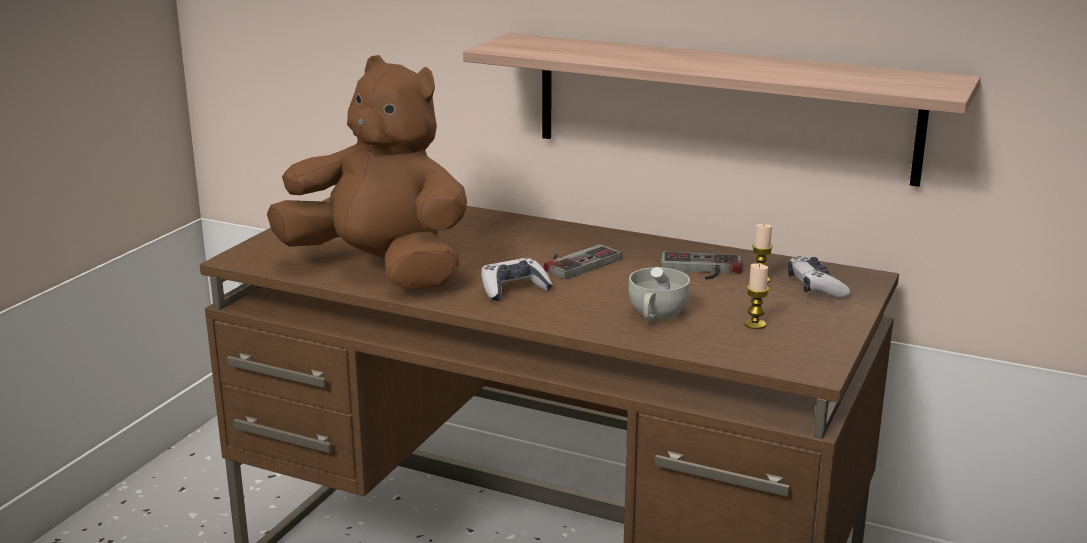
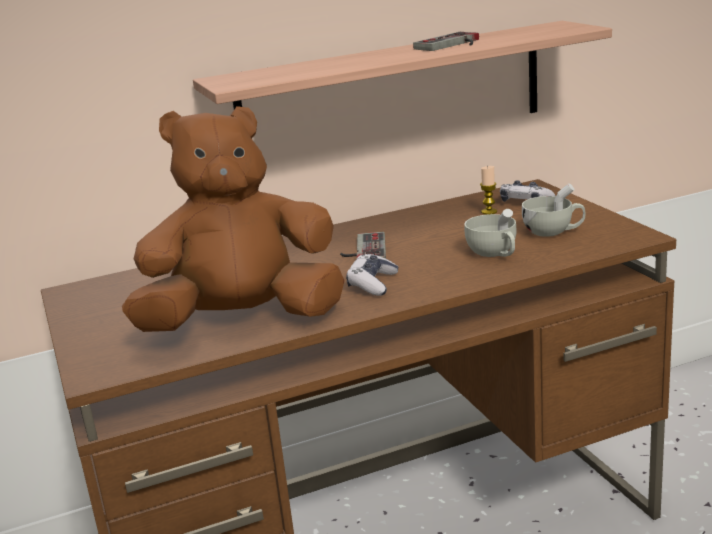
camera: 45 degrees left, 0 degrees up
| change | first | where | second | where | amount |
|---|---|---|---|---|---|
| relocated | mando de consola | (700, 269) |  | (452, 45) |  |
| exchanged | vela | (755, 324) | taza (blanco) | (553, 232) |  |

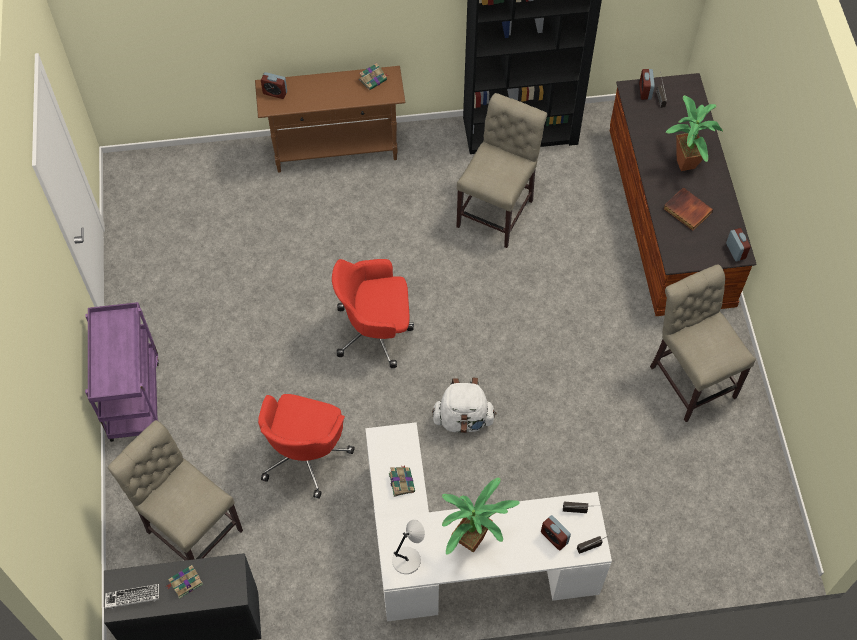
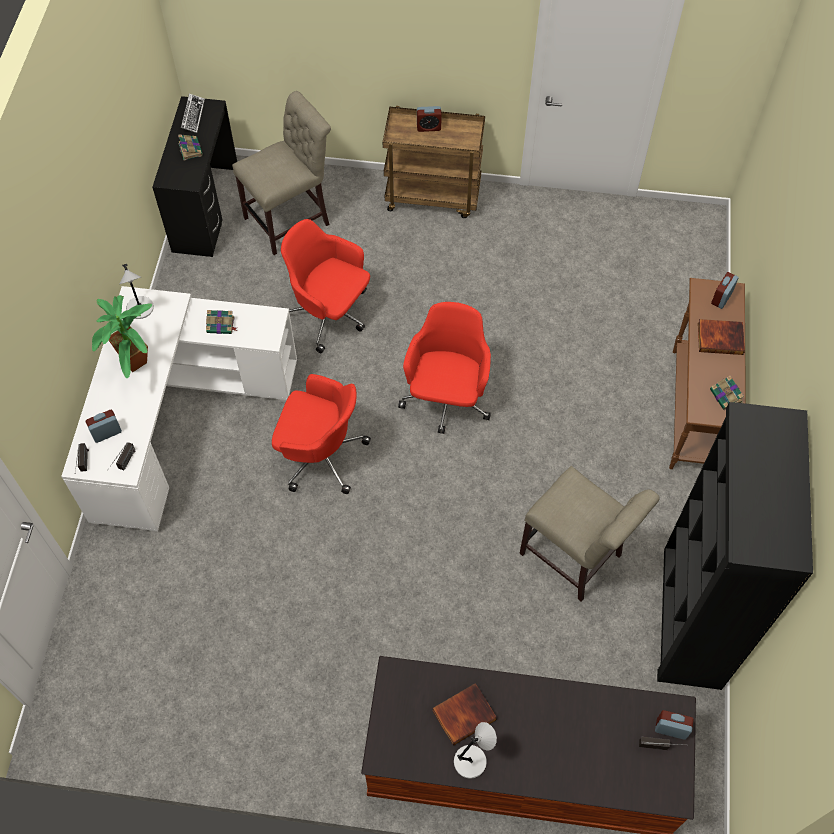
camera: 105 degrees right, 0 degrees up
| change | first | where | second | where | amount |
|---|---|---|---|---|---|
| missing | silla (beis) | (690, 377) |  |  |  |
| missing | planta en maceta | (686, 160) |  |  |  |
| appeared |  |  | lámpara de mesa (gris) | (472, 760) |  |
| appeared |  |  | libro | (720, 338) |  |
| relocated | despertador | (735, 251) |  | (428, 127) |  |
| exchanged | mochila (blanco) | (463, 419) | silla de oficina (rojo) | (320, 455) |  |
| colour | carrito (morado) | (133, 397) | carrito (marrón) | (433, 196) |  |

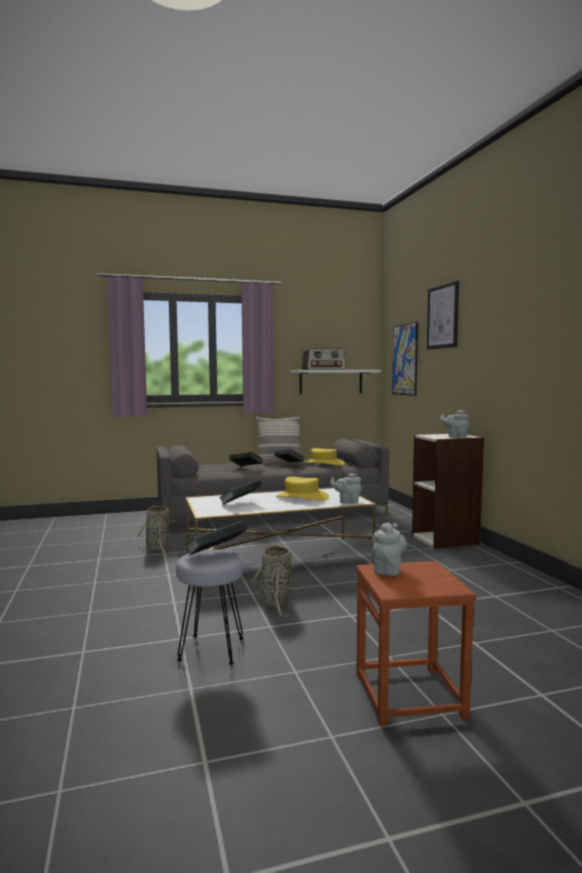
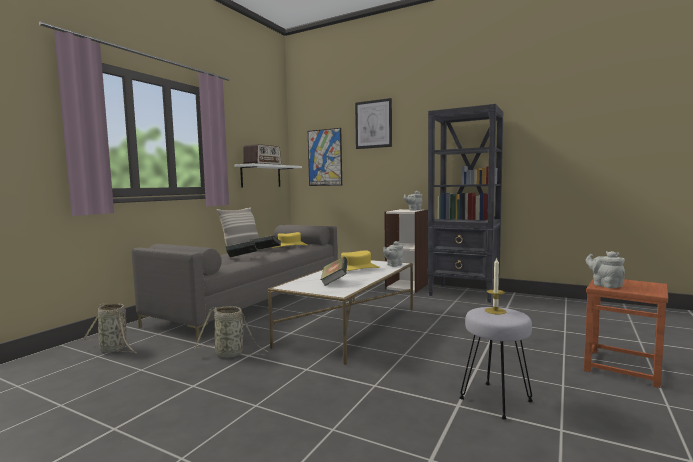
camera: 45 degrees left, 0 degrees up
| change | first | where | second | where | amount |
|---|---|---|---|---|---|
| appeared |  |  | estantería (negro) | (464, 293) |  |
| relocated | cesta | (275, 603) |  | (114, 350) |  |
| exchanged | libro | (216, 555) | vela | (495, 311) |  |

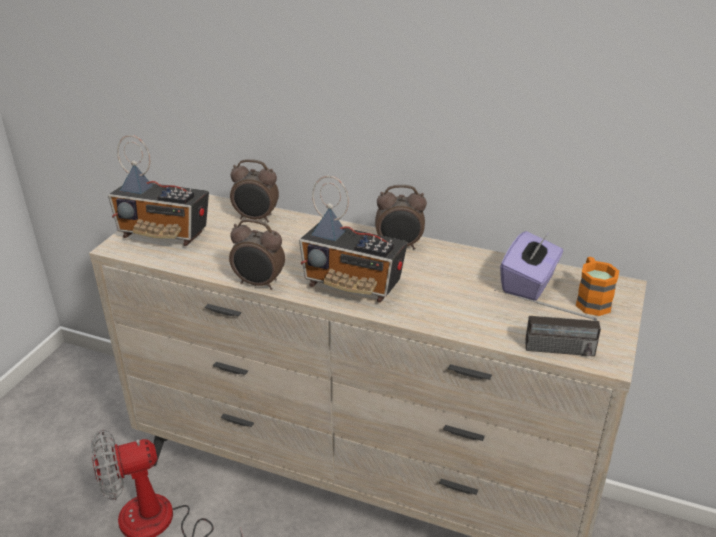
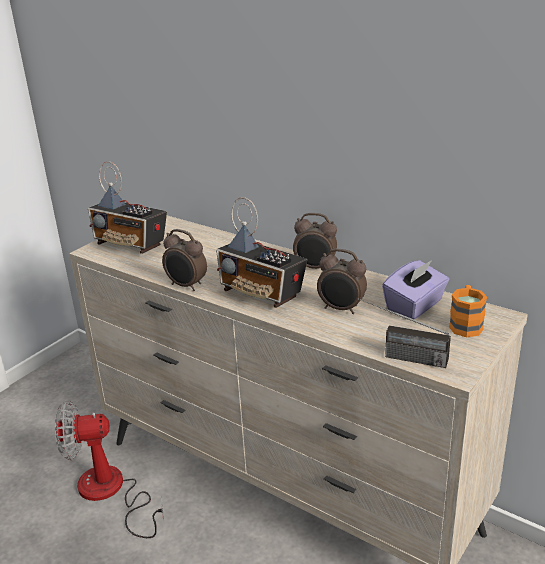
camera: 15 degrees right, 5 degrees down
| change | first | where | second | where | amount |
|---|---|---|---|---|---|
| relocated | despertador | (256, 218) |  | (341, 309) |  |

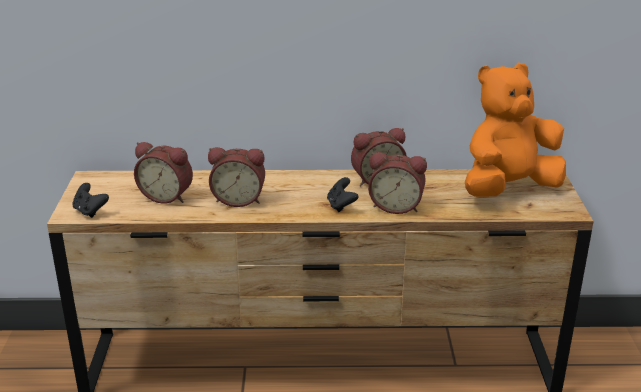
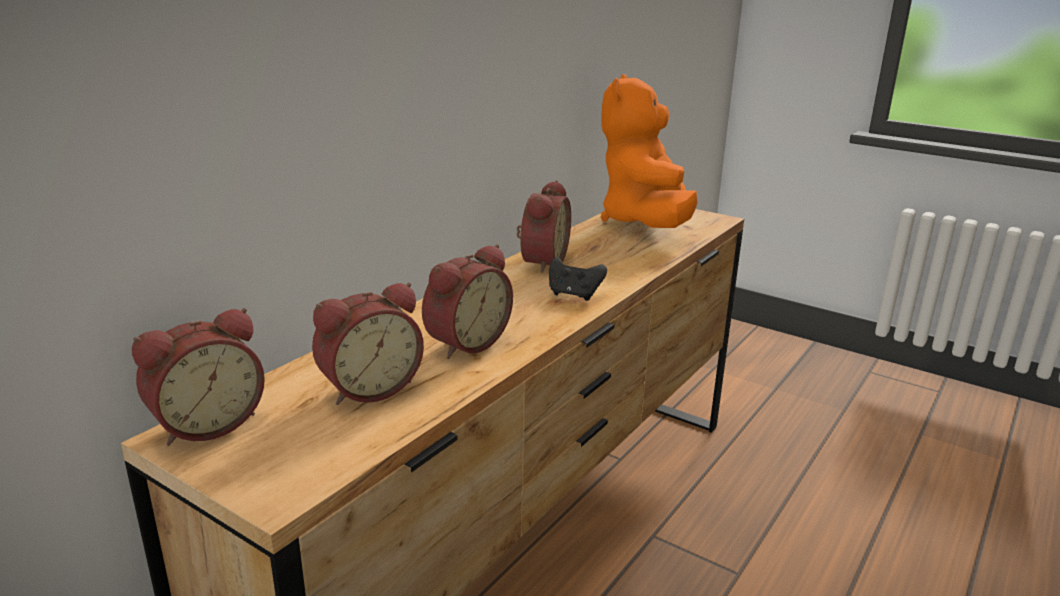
camera: 55 degrees left, 5 degrees down
| change | first | where | second | where | amount |
|---|---|---|---|---|---|
| missing | mando de consola (negro) | (90, 211) |  |  |  |
| relocated | despertador | (396, 206) |  | (207, 424) |  |

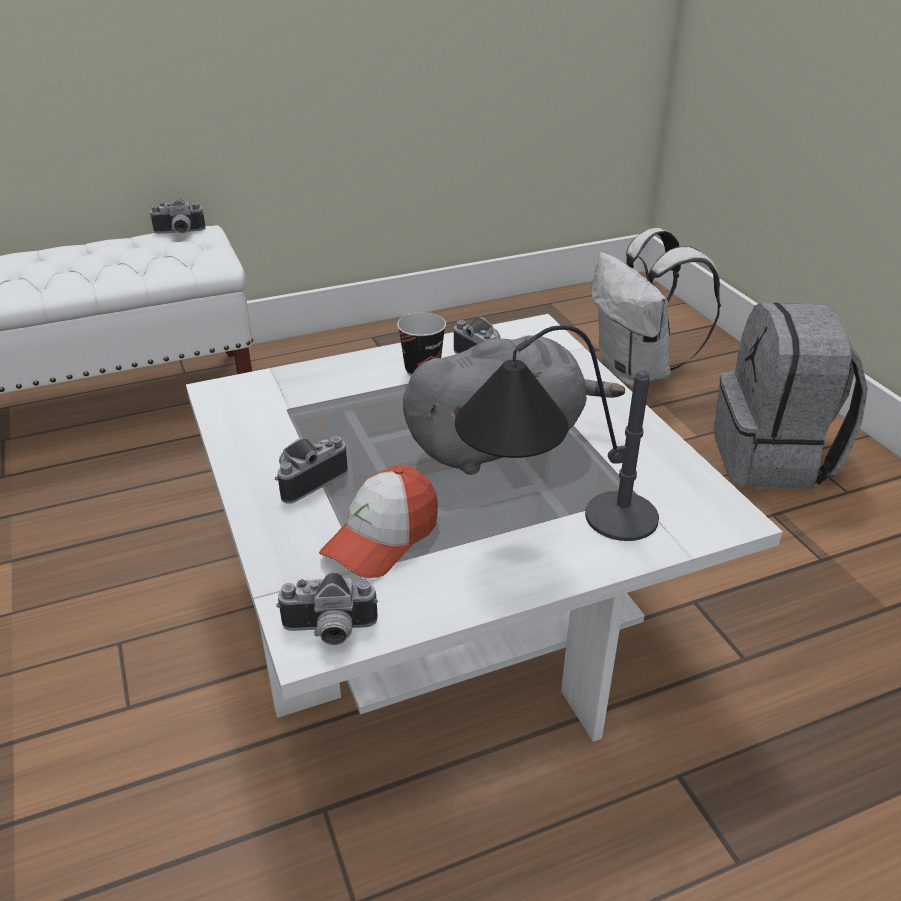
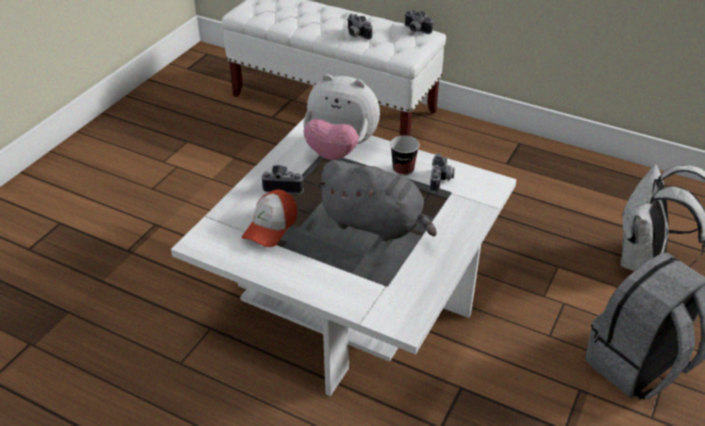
camera: 50 degrees right, 5 degrees up
| change | first | where | second | where | amount |
|---|---|---|---|---|---|
| missing | lámpara de mesa | (549, 526) |  |  |  |
| appeared |  |  | peluche | (340, 149) |  |
| relocated | cámara | (329, 631) |  | (356, 35) |  |
| spun | gorra | (382, 538) |  | (270, 227) | 60 degrees counterclockwise |

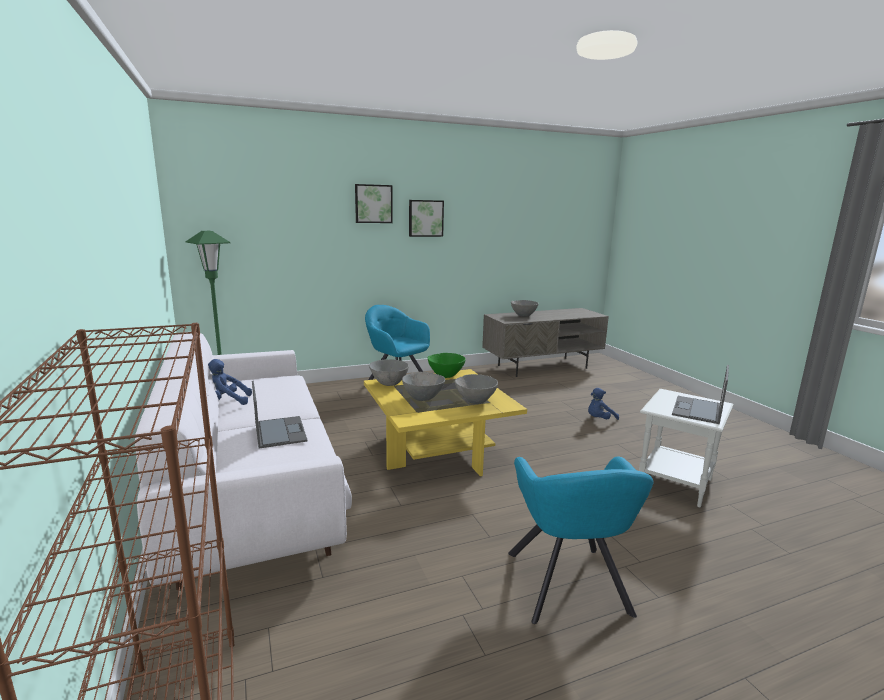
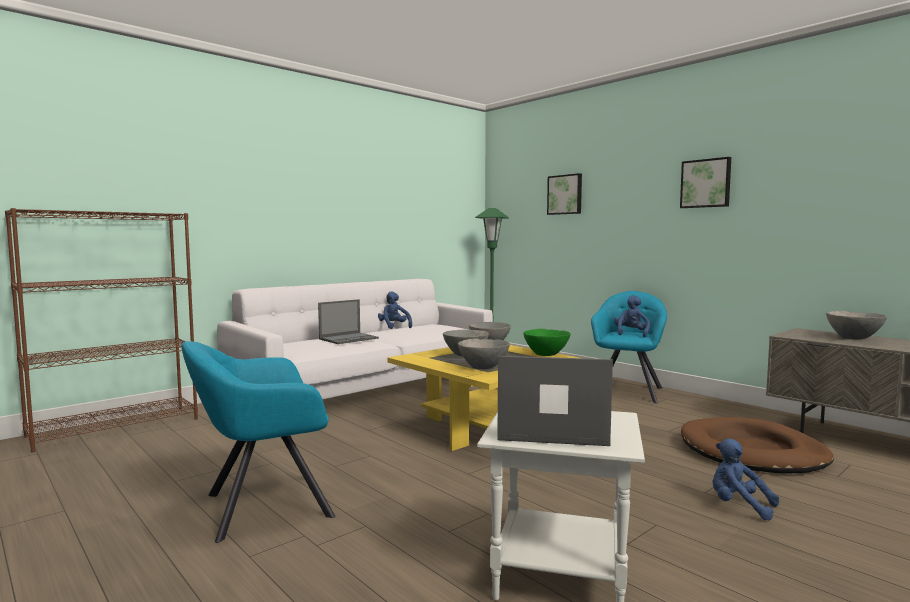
camera: 70 degrees right, 10 degrees down
| change | first | where | second | where | amount |
|---|---|---|---|---|---|
| appeared |  |  | peluche (azul) | (631, 334) |  |
| appeared |  |  | cama para perro (marrón) | (752, 452) |  |
| relocated | cuadro | (373, 204) |  | (565, 194) |  |

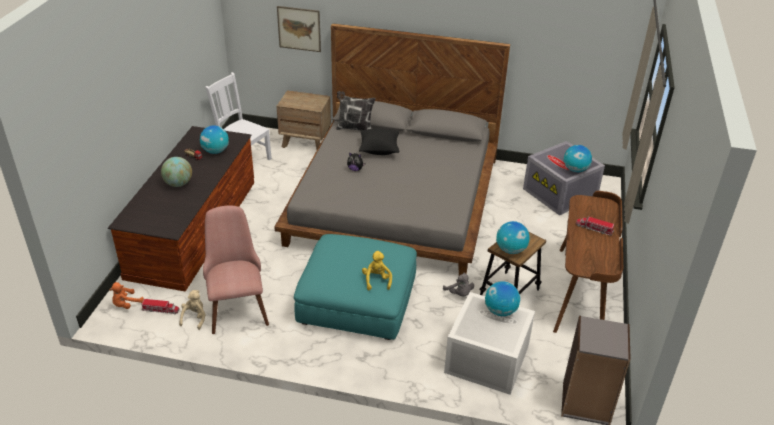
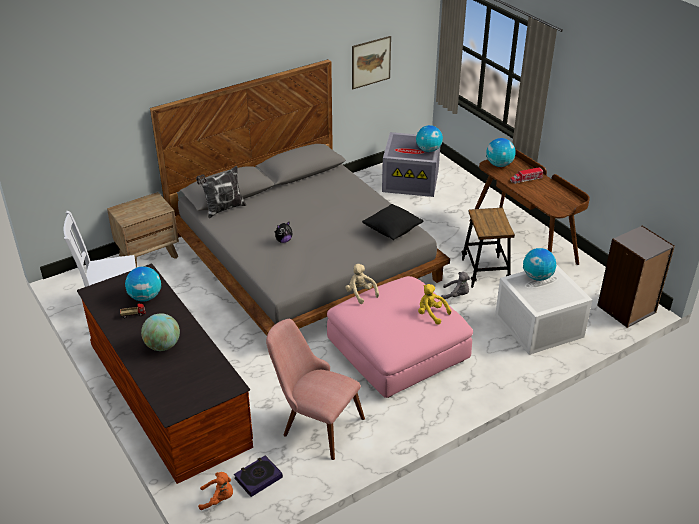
camera: 45 degrees left, 0 degrees up
| change | first | where | second | where | amount |
|---|---|---|---|---|---|
| relocated | peluche (beis) | (194, 318) |  | (360, 293) |  |
| relocated | cuadro | (299, 29) |  | (371, 62) |  |
| relocated | cojín (negro) | (379, 150) |  | (392, 231) |  |
| relocated | globo terráqueo | (511, 250) |  | (499, 165) |  |
| exchanged | camión de juguete | (161, 310) | libro | (258, 478) |  |
| colour | puf (turquesa) | (357, 300) | puf (rosa) | (397, 350) |  |
| spun | peluche (naranja) | (126, 304) |  | (218, 498) | 90 degrees counterclockwise |

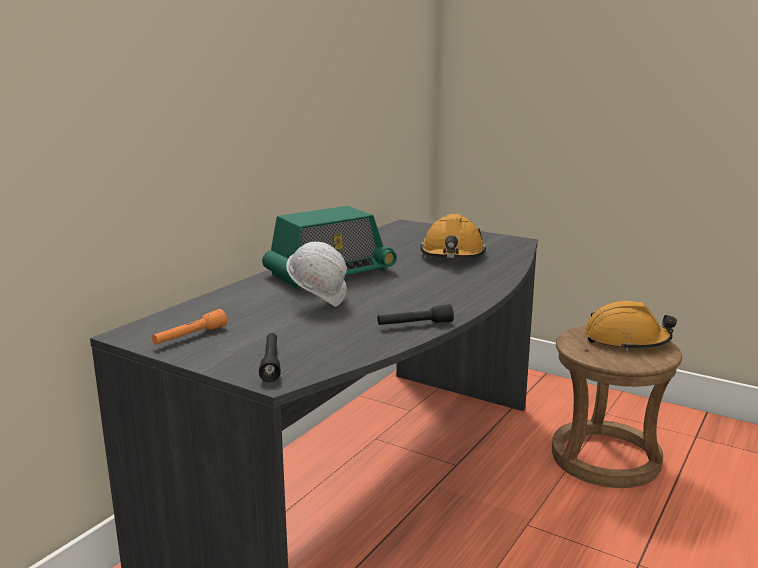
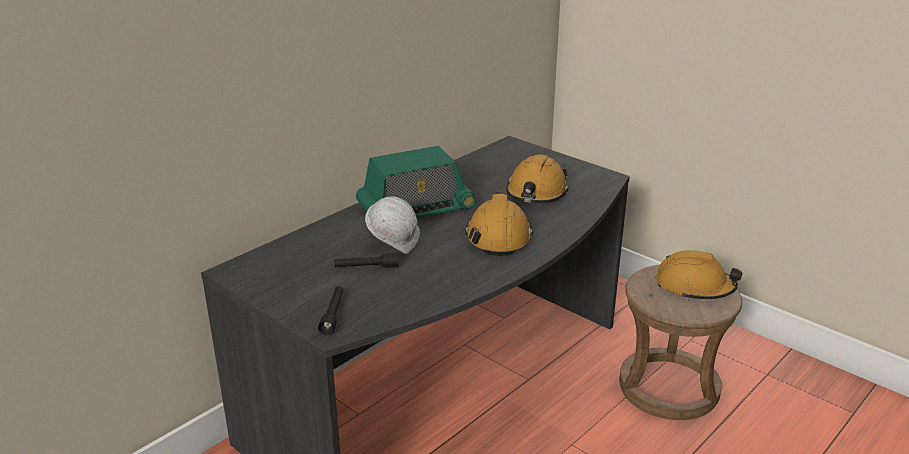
camera: 10 degrees right, 10 degrees up
| change | first | where | second | where | amount |
|---|---|---|---|---|---|
| missing | linterna (naranja) | (190, 336) |  |  |  |
| appeared |  |  | casco (naranja) | (498, 236) |  |
| relocated | linterna (negro) | (414, 325) |  | (366, 267) |  |

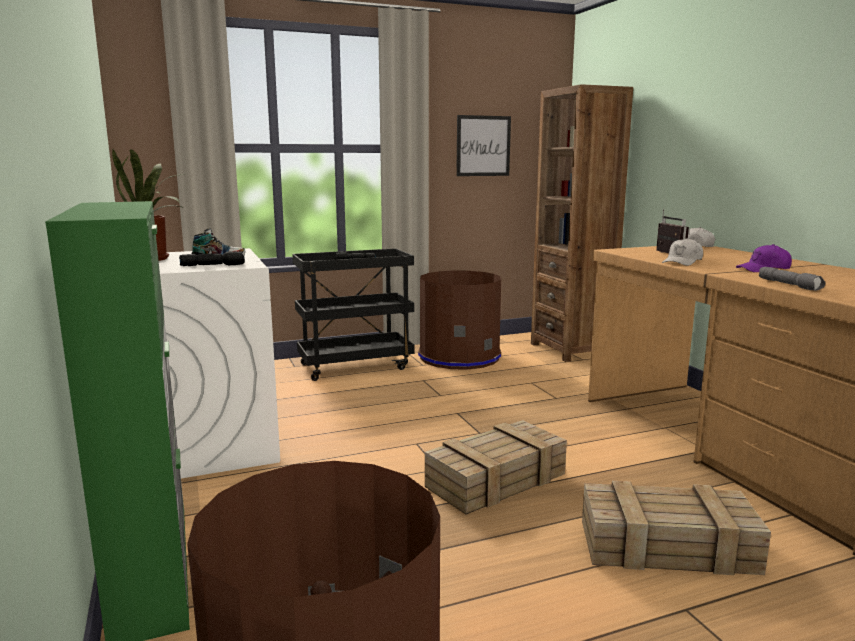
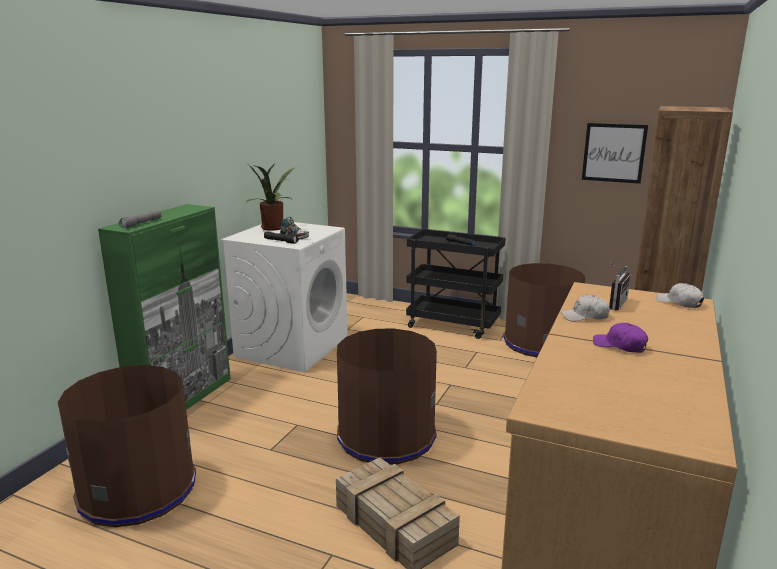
camera: 45 degrees right, 5 degrees up
| change | first | where | second | where | amount |
|---|---|---|---|---|---|
| relocated | linterna (gris) | (789, 285) |  | (141, 223) |  |
| exchanged | caja de embalaje | (497, 479) | papelera (marrón) | (386, 436) |  |

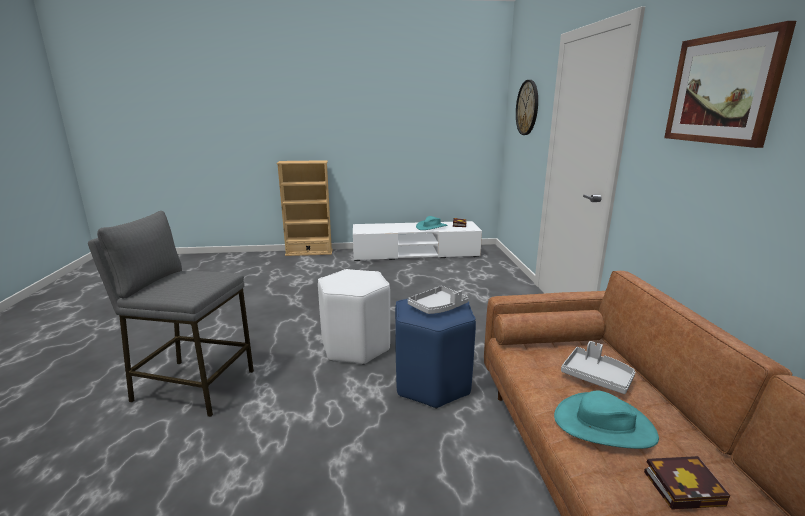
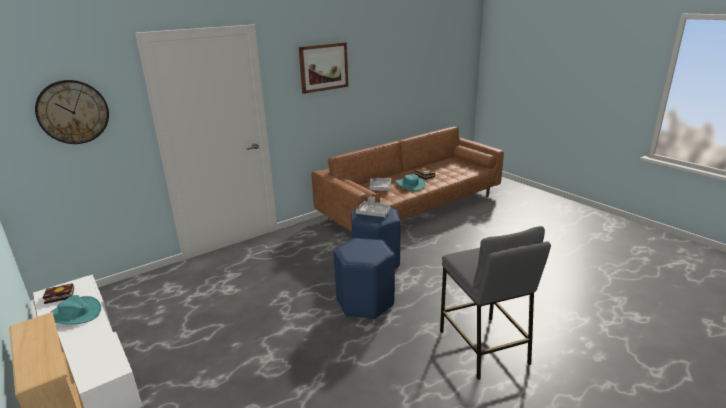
camera: 120 degrees left, 5 degrees up
| change | first | where | second | where | amount |
|---|---|---|---|---|---|
| colour | taburete (blanco) | (356, 347) | taburete (azul) | (365, 302) |  |

